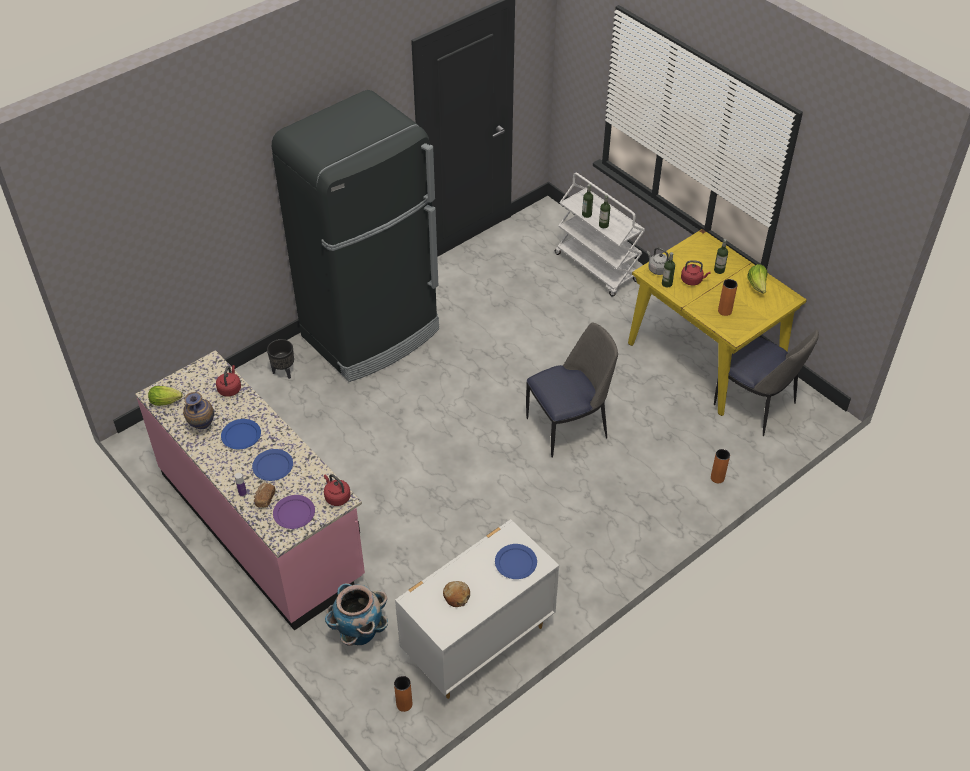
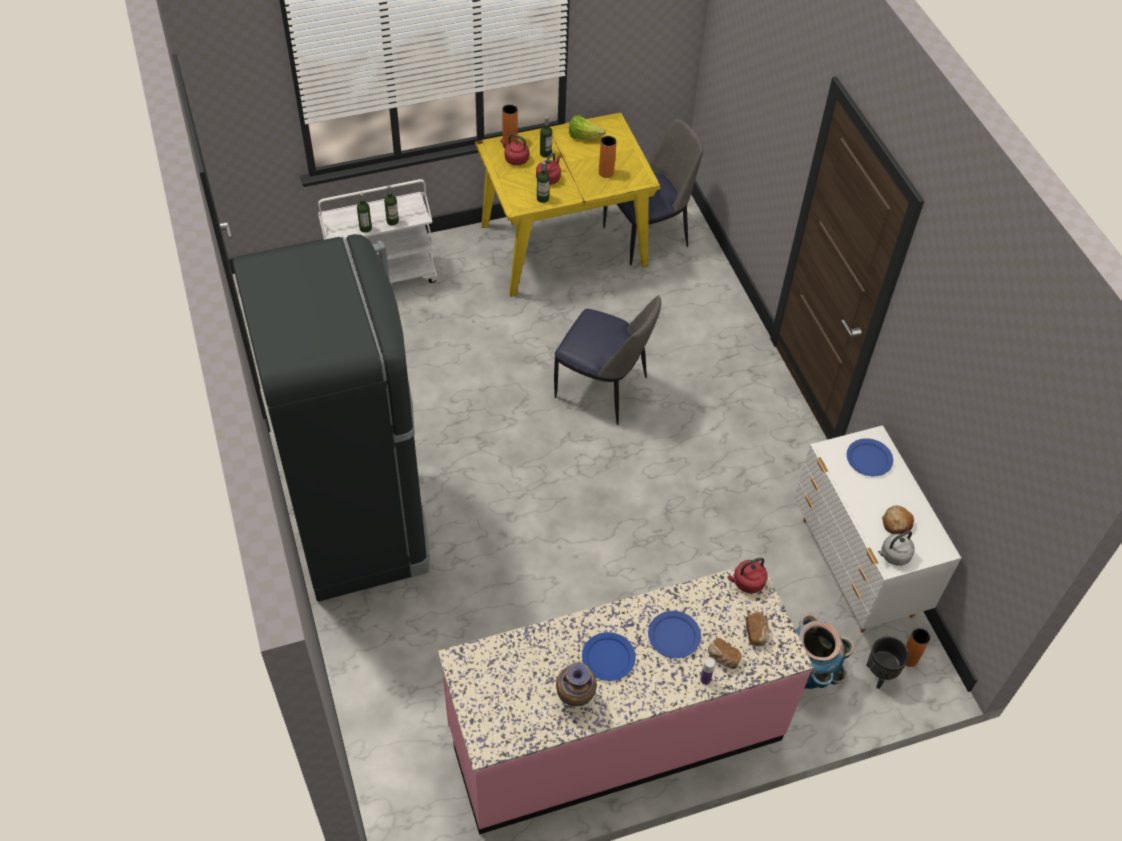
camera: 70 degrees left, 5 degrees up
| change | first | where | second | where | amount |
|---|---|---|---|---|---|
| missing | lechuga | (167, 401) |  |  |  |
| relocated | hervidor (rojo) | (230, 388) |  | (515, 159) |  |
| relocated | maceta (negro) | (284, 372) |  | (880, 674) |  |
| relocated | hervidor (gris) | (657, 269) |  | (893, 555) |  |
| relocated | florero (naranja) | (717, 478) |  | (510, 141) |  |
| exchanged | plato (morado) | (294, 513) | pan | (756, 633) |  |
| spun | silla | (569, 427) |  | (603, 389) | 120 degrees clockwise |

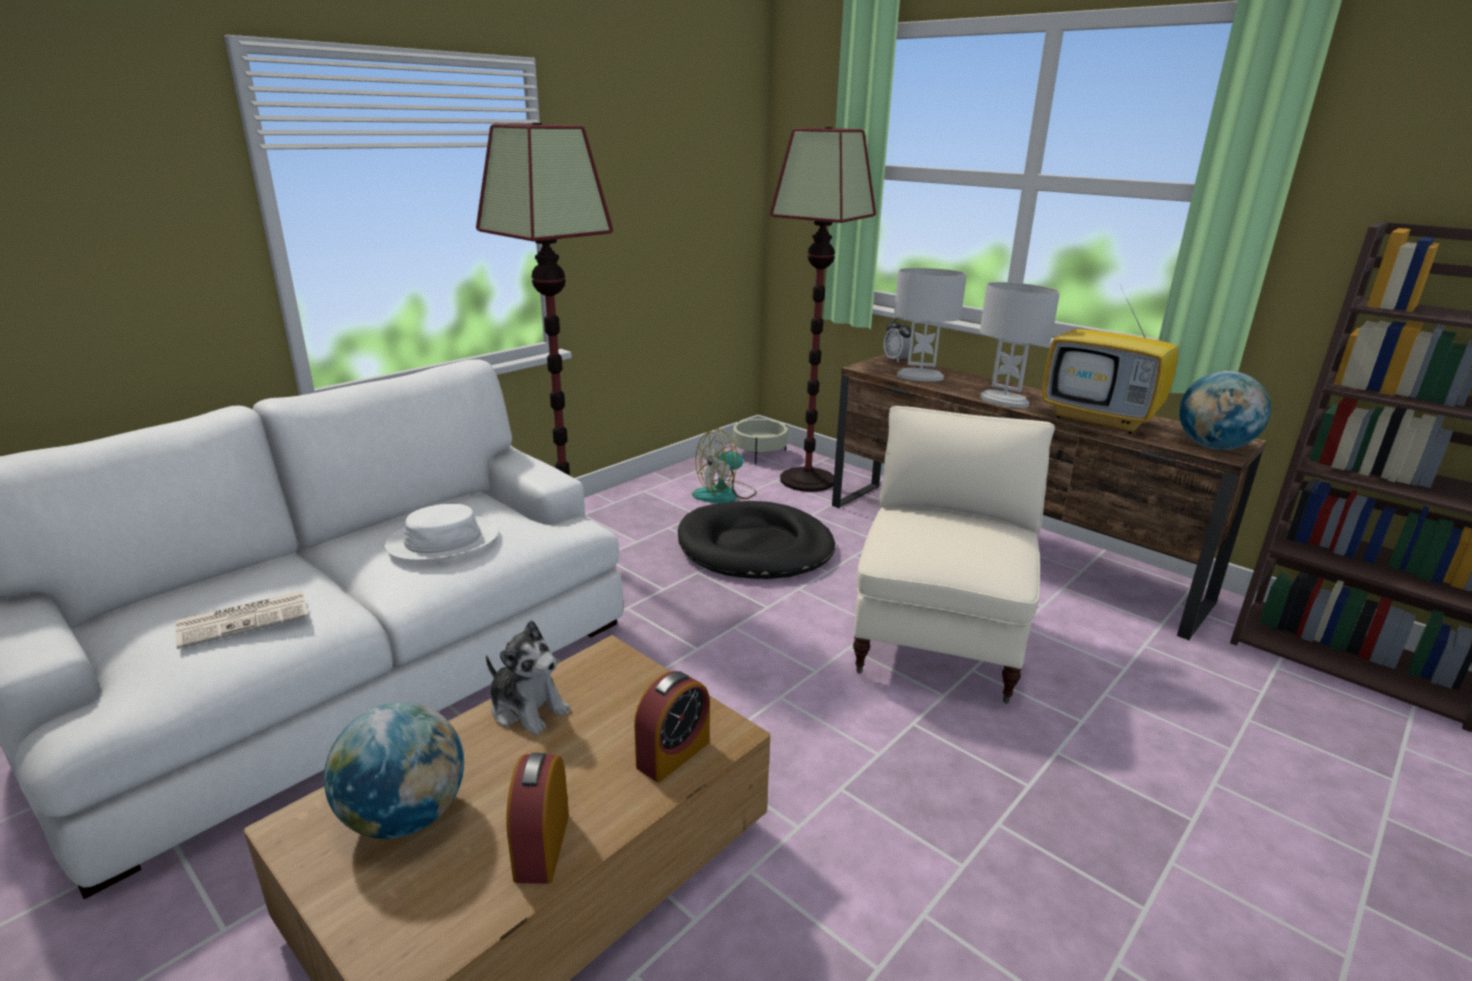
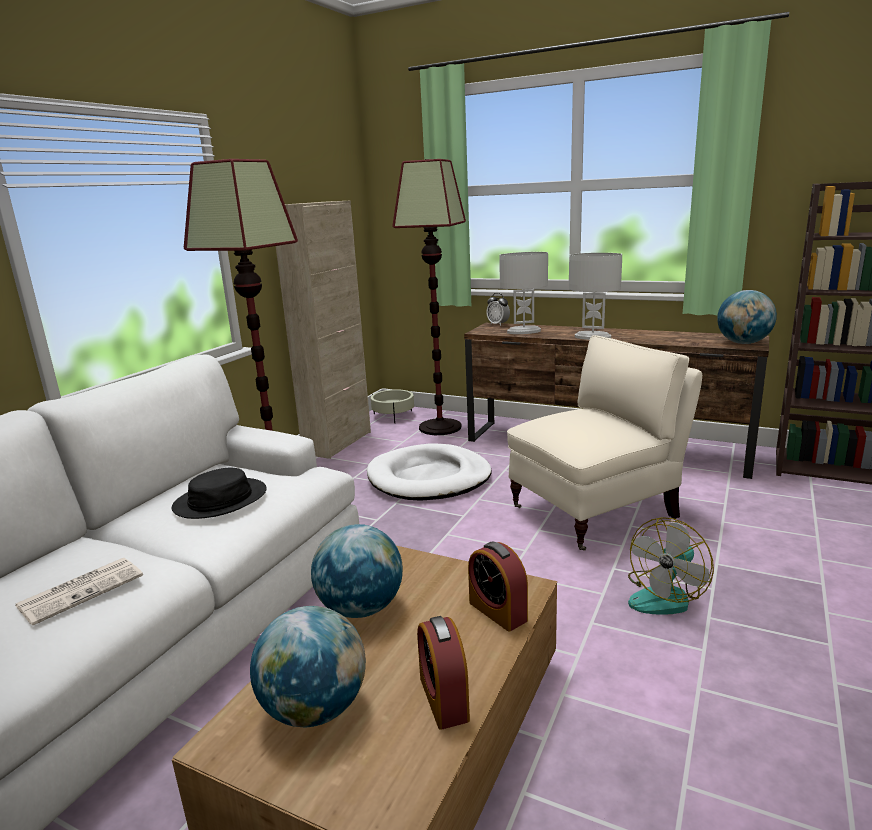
camera: 15 degrees left, 5 degrees down
| change | first | where | second | where | amount |
|---|---|---|---|---|---|
| missing | televisor | (1102, 420) |  |  |  |
| appeared |  |  | armario (beis) | (338, 443) |  |
| relocated | ventilador | (725, 494) |  | (665, 596) |  |
| exchanged | peluche | (527, 708) | globo terráqueo | (361, 608) |  |
| colour | sombrero (blanco) | (443, 540) | sombrero (negro) | (220, 500) |  |
| colour | cama para perro (negro) | (755, 547) | cama para perro (blanco) | (429, 478) |  |
| spun | despertador | (673, 754) |  | (497, 611) | 120 degrees clockwise |
| spun | sillón (beis) | (939, 639) |  | (597, 511) | 60 degrees clockwise |

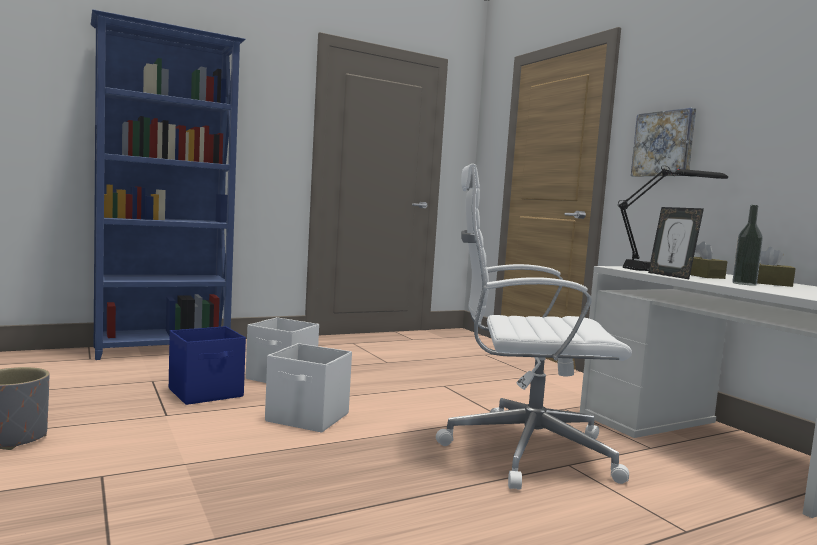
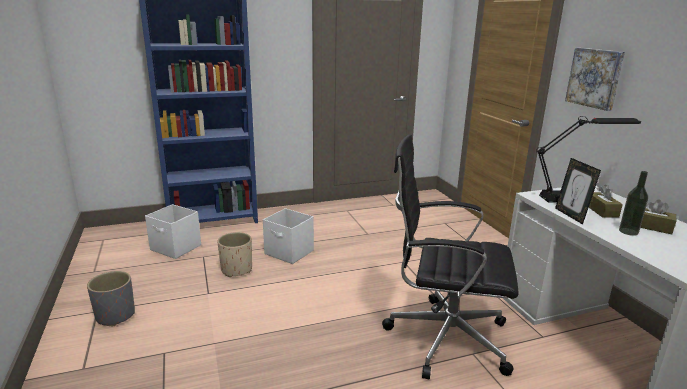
camera: 10 degrees right, 15 degrees up
| change | first | where | second | where | amount |
|---|---|---|---|---|---|
| relocated | caja de almacenaje (blanco) | (308, 418) |  | (176, 248) |  |
| exchanged | caja de almacenaje (azul) | (207, 393) | maceta (beis) | (236, 269) |  |
| colour | silla de oficina (blanco) | (523, 450) | silla de oficina (negro) | (443, 337) |  |

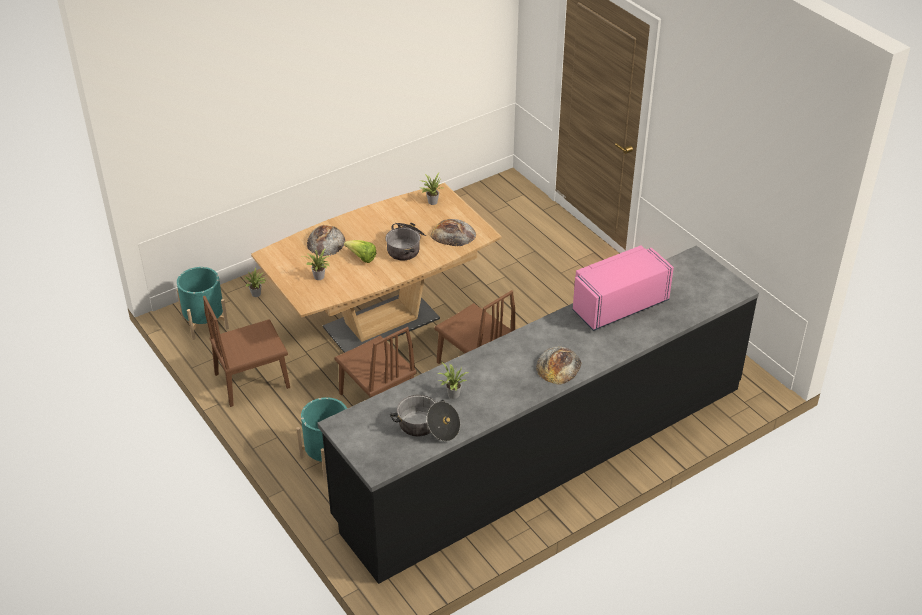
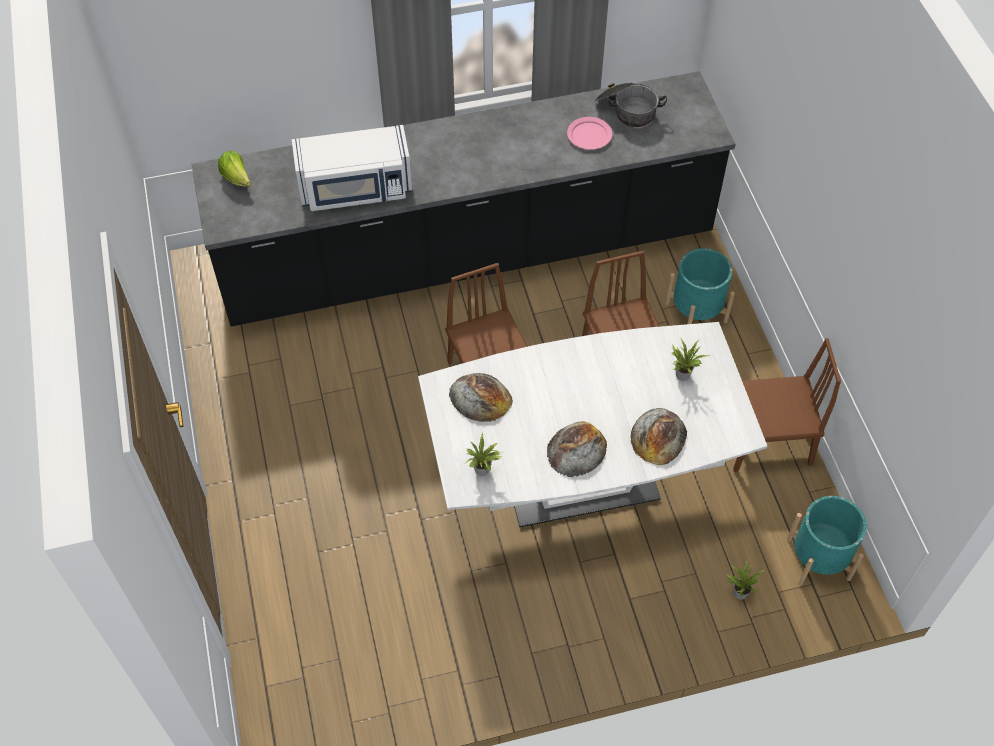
camera: 160 degrees left, 15 degrees up
| change | first | where | second | where | amount |
|---|---|---|---|---|---|
| missing | olla | (406, 247) |  |  |  |
| relocated | lechuga | (362, 258) |  | (237, 178) |  |
| relocated | pan | (558, 366) |  | (576, 449) |  |
| exchanged | planta en maceta | (452, 395) | plato (rosa) | (589, 135) |  |
| colour | mesa de comedor (marrón) | (381, 323) | mesa de comedor (blanco) | (581, 483) |  |
| colour | microondas (rosa) | (618, 305) | microondas (blanco) | (356, 189) |  |

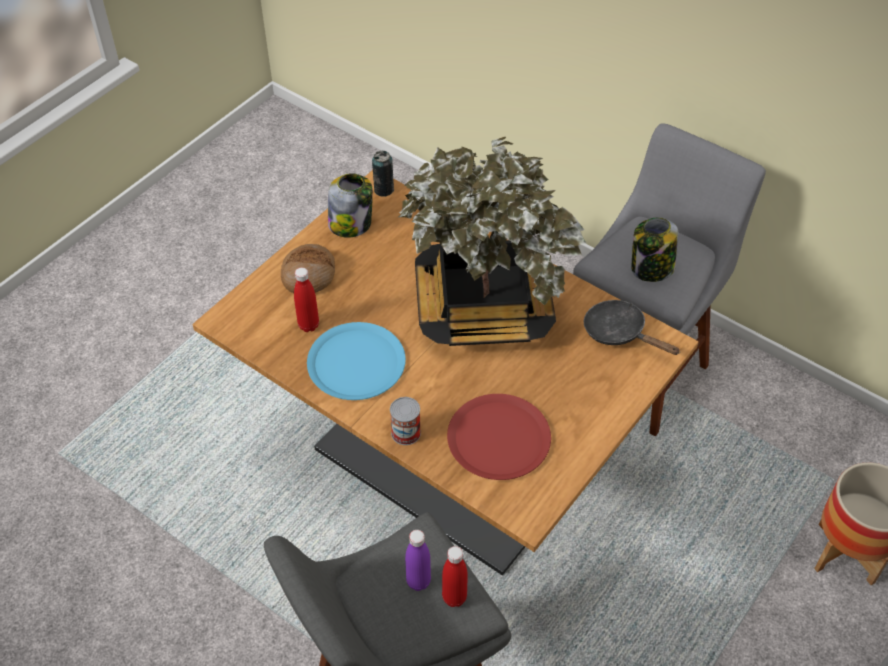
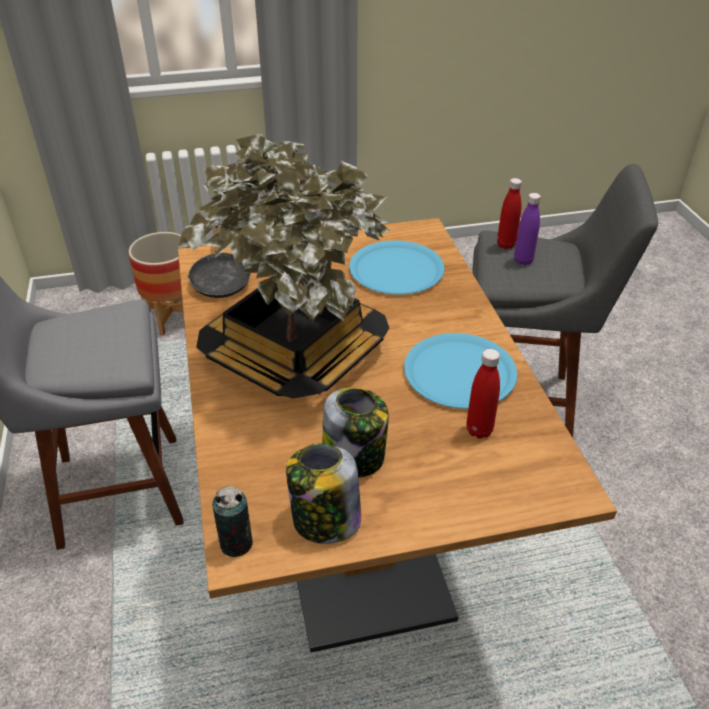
camera: 140 degrees left, 10 degrees down
| change | first | where | second | where | amount |
|---|---|---|---|---|---|
| missing | pan | (308, 275) |  |  |  |
| missing | lata | (406, 433) |  |  |  |
| relocated | tarro | (651, 268) |  | (355, 457) |  |
| colour | plato (rojo) | (499, 438) | plato (azul) | (396, 269) |  |

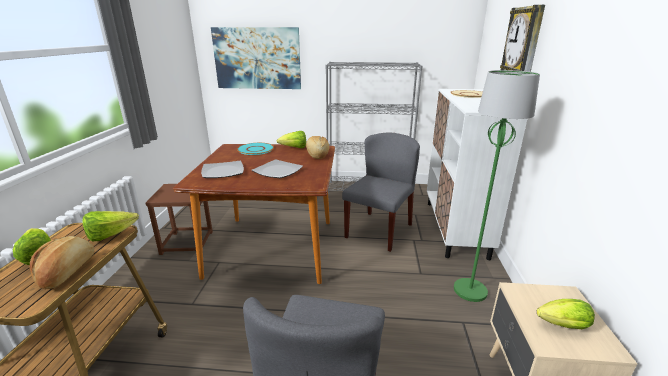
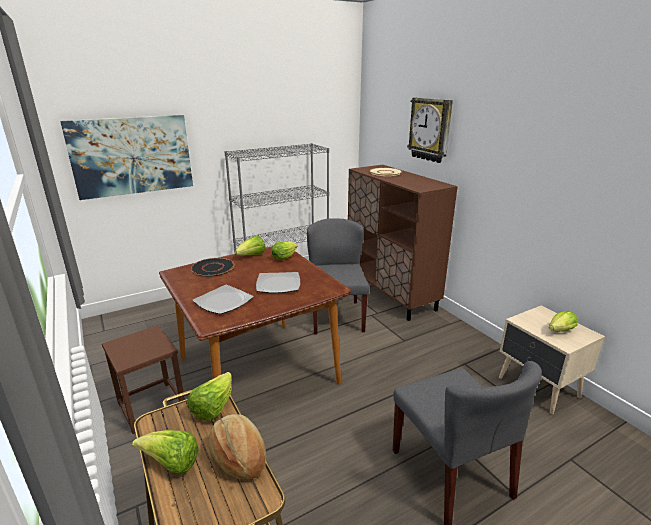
camera: 35 degrees left, 0 degrees up
| change | first | where | second | where | amount |
|---|---|---|---|---|---|
| missing | lámpara de pie (verde) | (470, 290) |  |  |  |
| exchanged | pan | (316, 154) | lechuga | (285, 257) |  |
| colour | plato (turquesa) | (255, 149) | plato (negro) | (212, 268) |  |
| colour | armario (blanco) | (455, 228) | armario (marrón) | (391, 294) |  |

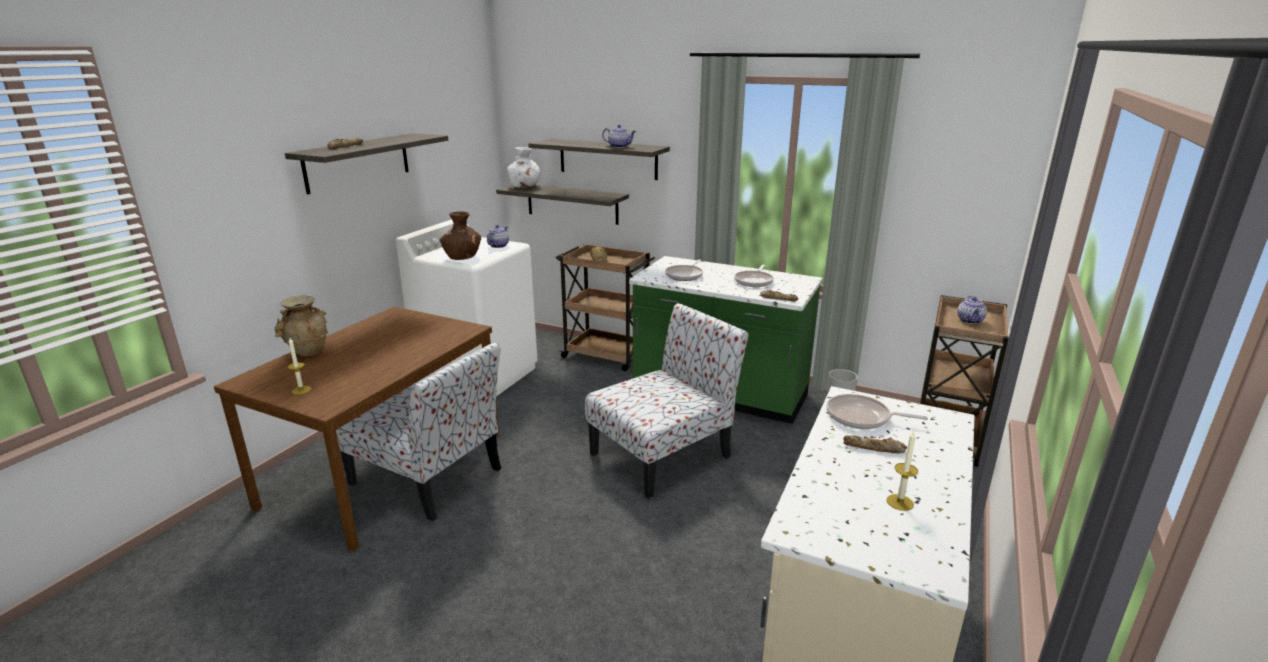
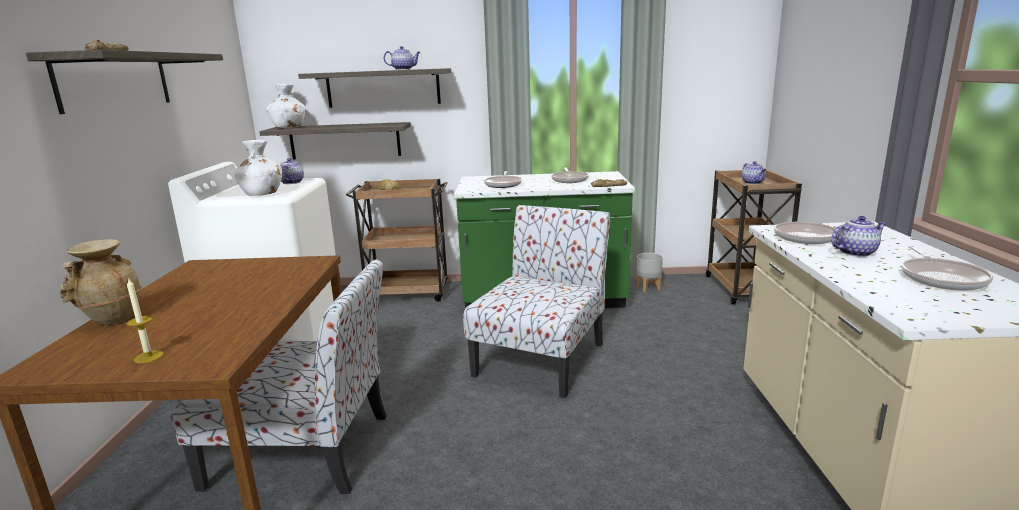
camera: 25 degrees left, 5 degrees down
| change | first | where | second | where | amount |
|---|---|---|---|---|---|
| exchanged | pan | (874, 448) | tetera | (856, 252) |  |
| exchanged | vela | (900, 502) | sartén | (941, 278) |  |
| colour | florero (marrón) | (462, 257) | florero (blanco) | (262, 194) |  |

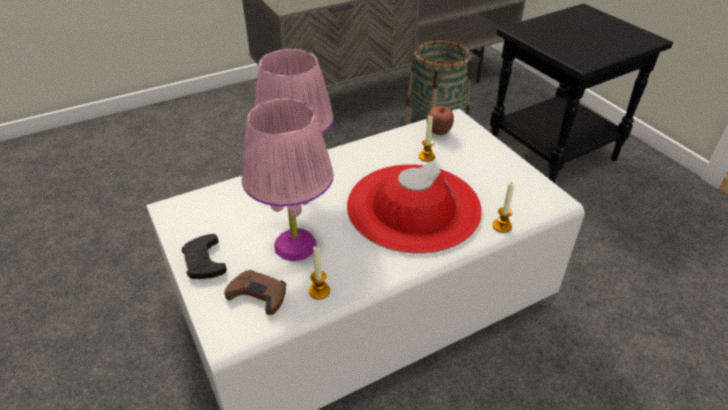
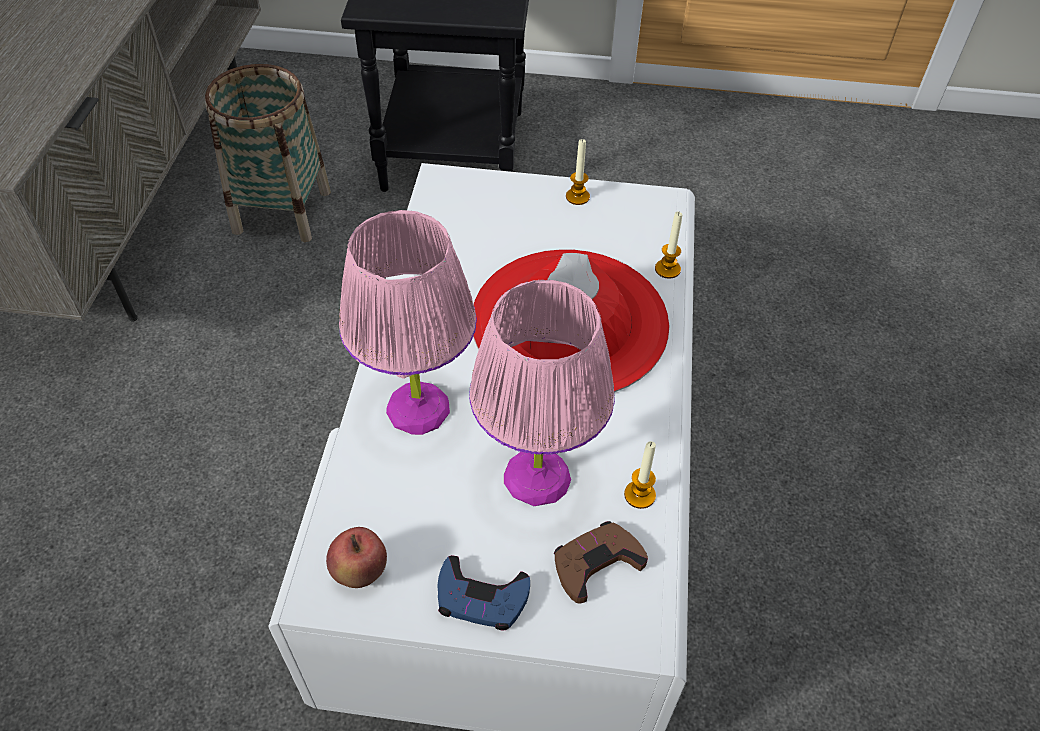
camera: 55 degrees left, 10 degrees up
| change | first | where | second | where | amount |
|---|---|---|---|---|---|
| relocated | vela | (426, 156) |  | (577, 197) |  |
| relocated | manzana | (438, 132) |  | (360, 573) |  |
| colour | mando de consola (negro) | (204, 261) | mando de consola (azul) | (481, 598) |  |

